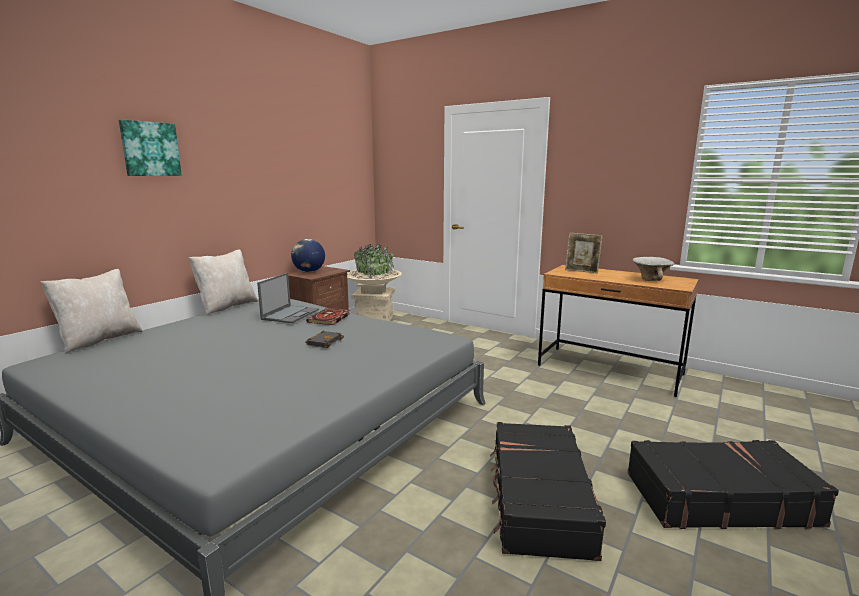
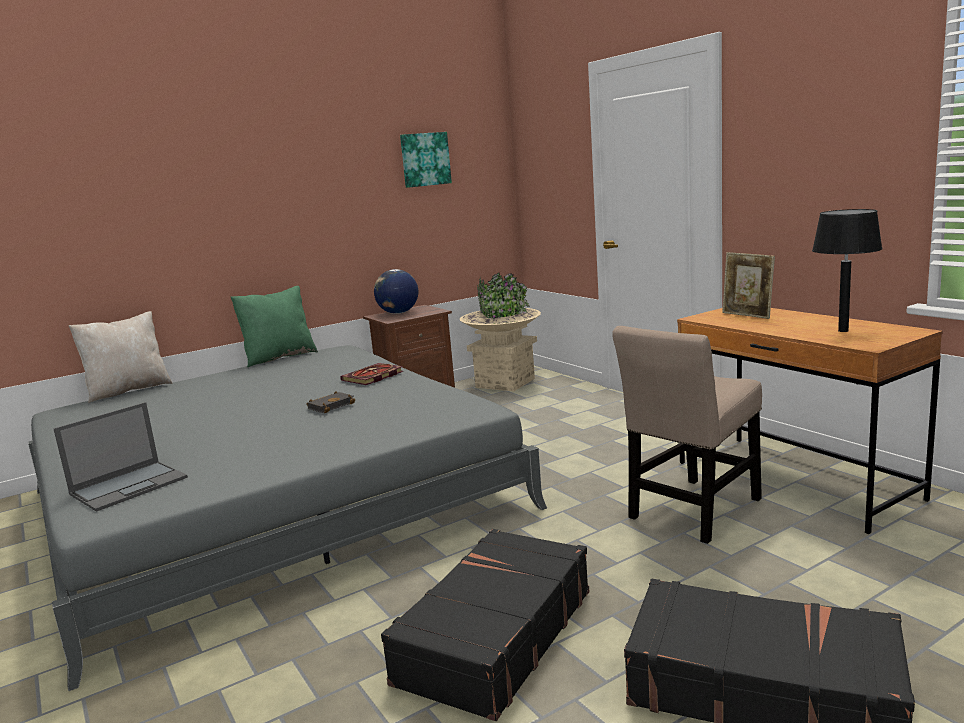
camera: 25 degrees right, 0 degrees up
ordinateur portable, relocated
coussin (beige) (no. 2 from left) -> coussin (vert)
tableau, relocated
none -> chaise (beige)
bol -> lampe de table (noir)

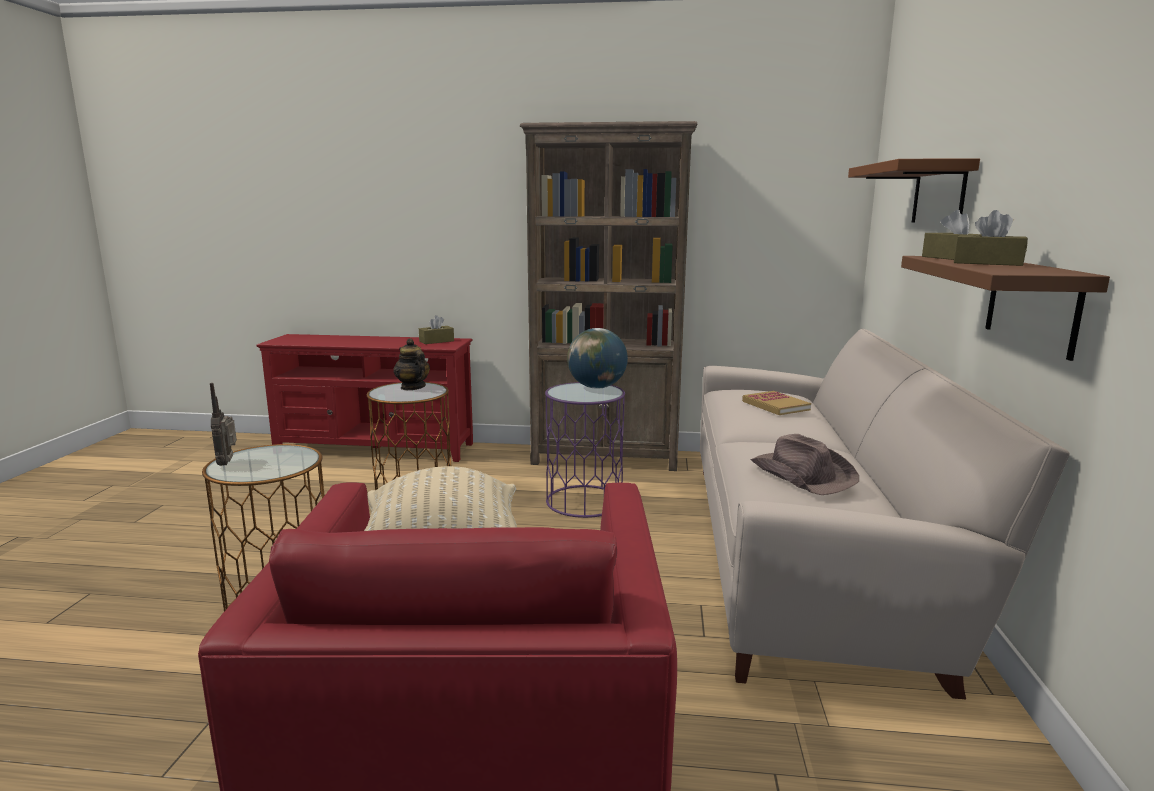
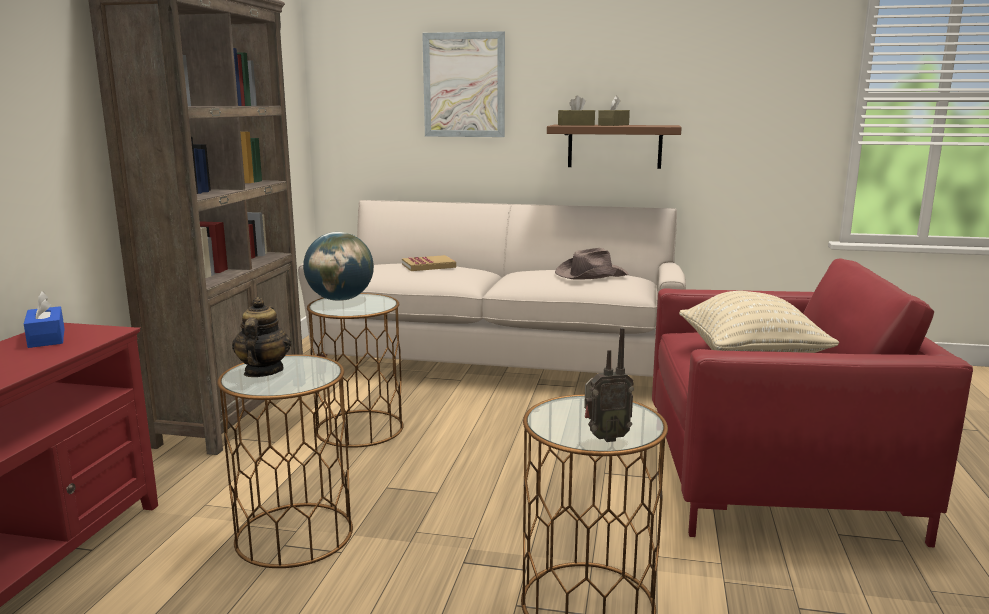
camera: 85 degrees left, 0 degrees up
boîte à mouchoirs (marron) (no. 1 from left) -> boîte à mouchoirs (bleu)
théière, 120 degrees clockwise
table d'appoint (violet) -> table d'appoint (marron) (no. 2 from left)
étagère (marron) (no. 1 from left) -> tableau

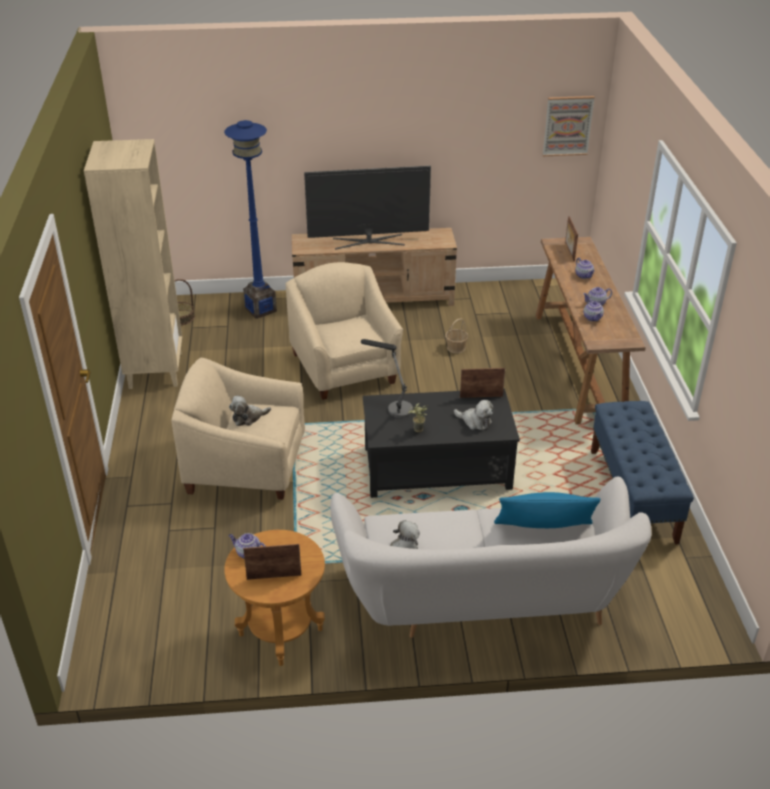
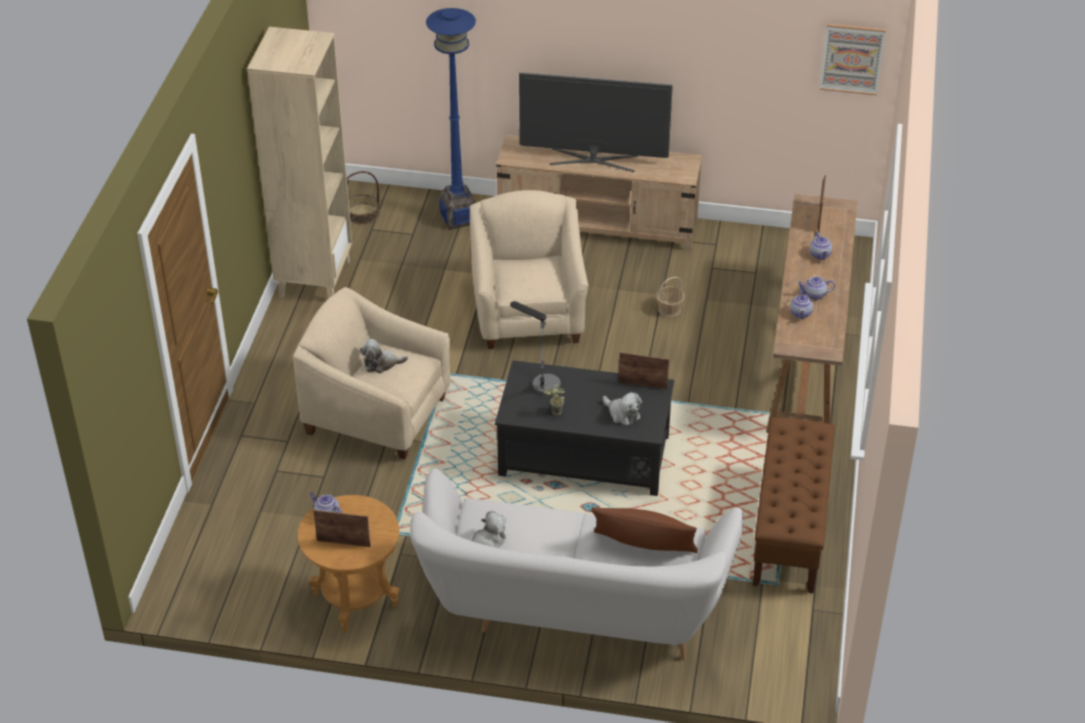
camera: 15 degrees right, 5 degrees up
coussin (bleu) -> coussin (marron)
banc (bleu) -> banc (marron)

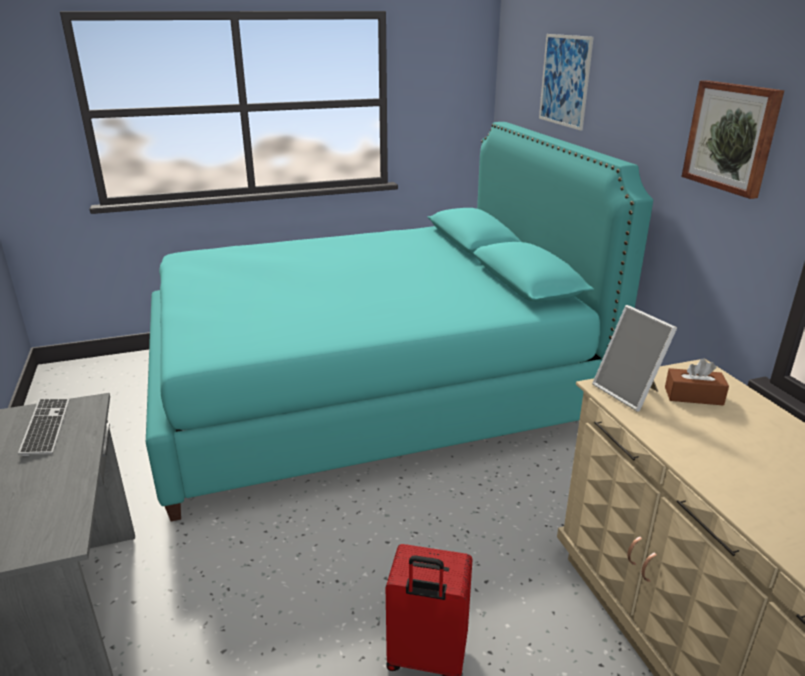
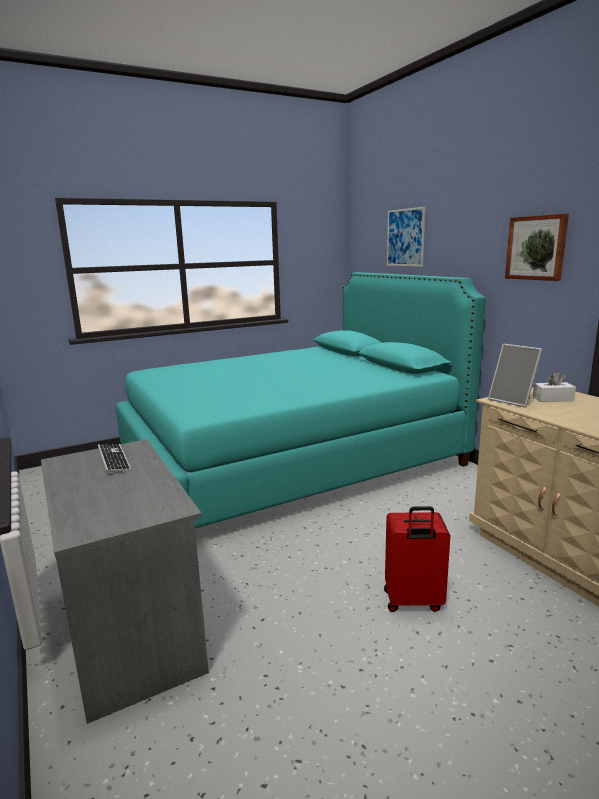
camera: 10 degrees left, 10 degrees down
boîte à mouchoirs (marron) -> boîte à mouchoirs (blanc)

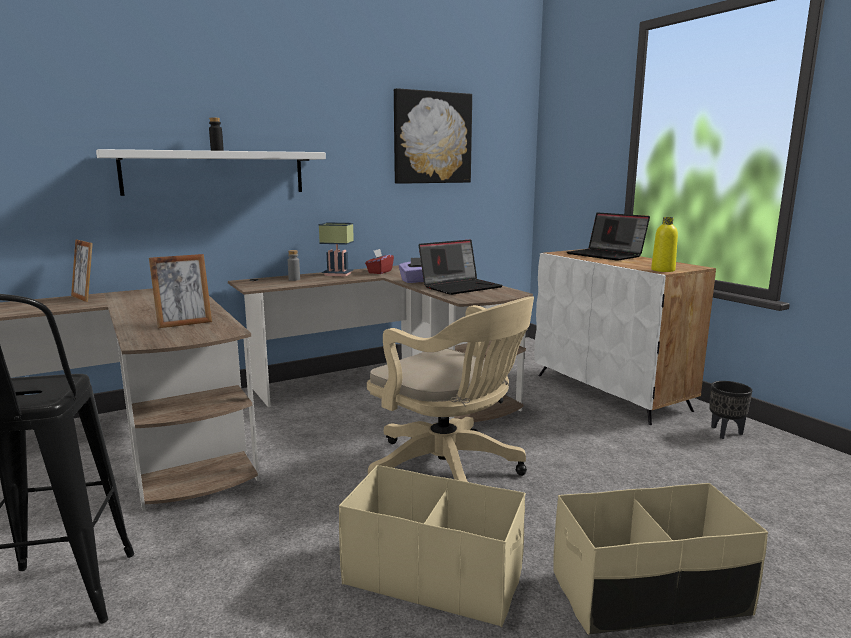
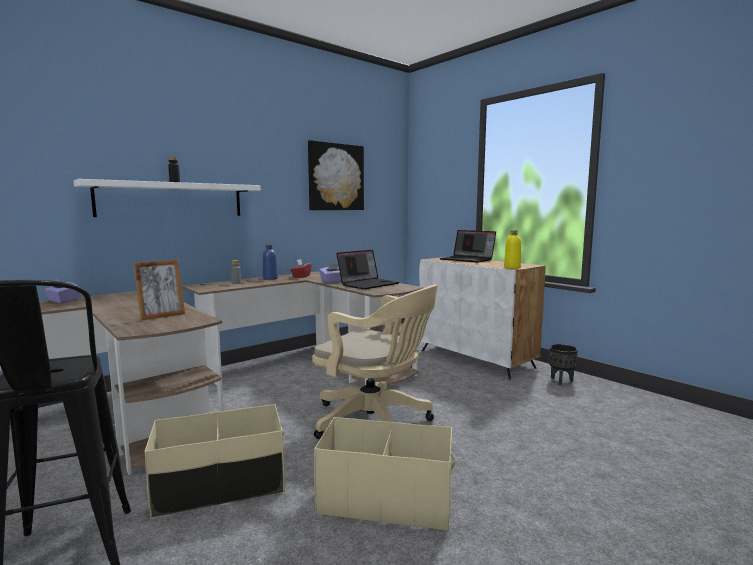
camera: 10 degrees left, 5 degrees down
cadre photo (no. 1 from left) -> boîte à mouchoirs (violet) (no. 1 from left)
boîte de rangement (beige) (no. 2 from left in the first image) -> boîte de rangement (beige) (no. 1 from left), relocated
lampe de table -> bouteille (bleu)

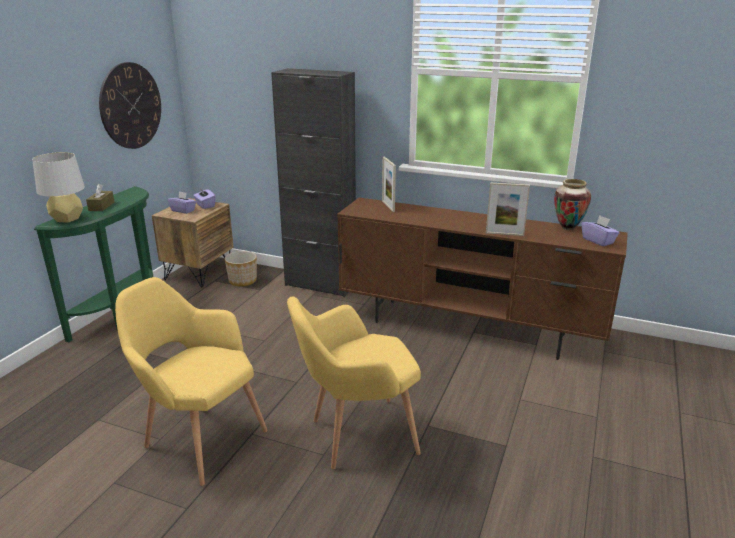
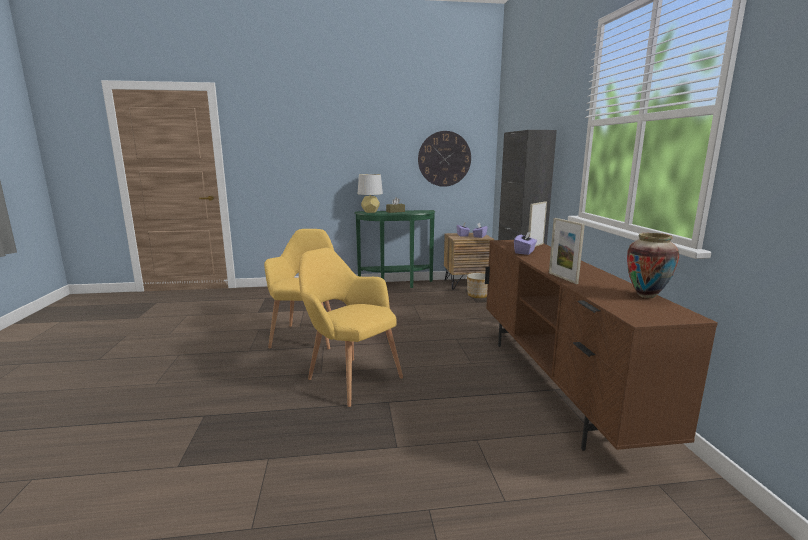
camera: 60 degrees right, 10 degrees down
boîte à mouchoirs (violet) (no. 3 from left), relocated

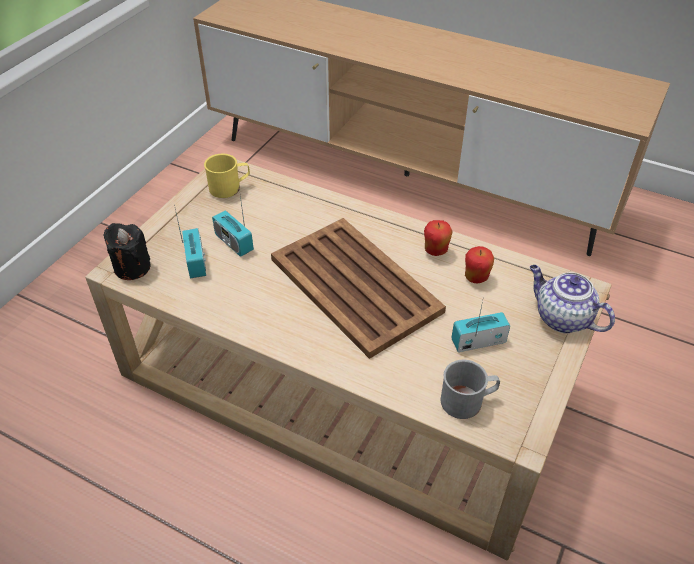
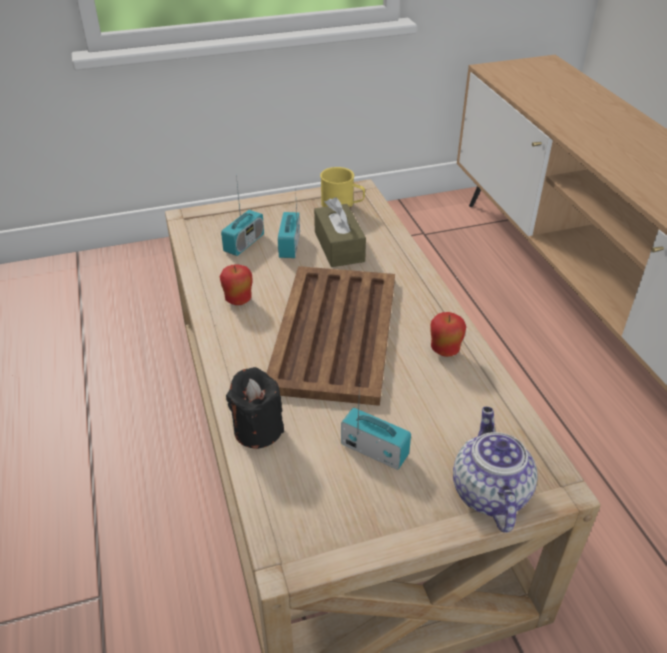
camera: 45 degrees right, 5 degrees down
pomme (no. 2 from left in the first image) -> pomme (no. 1 from left), relocated
bougie (noir), relocated
none -> boîte à mouchoirs (marron)
mug (gris) -> none

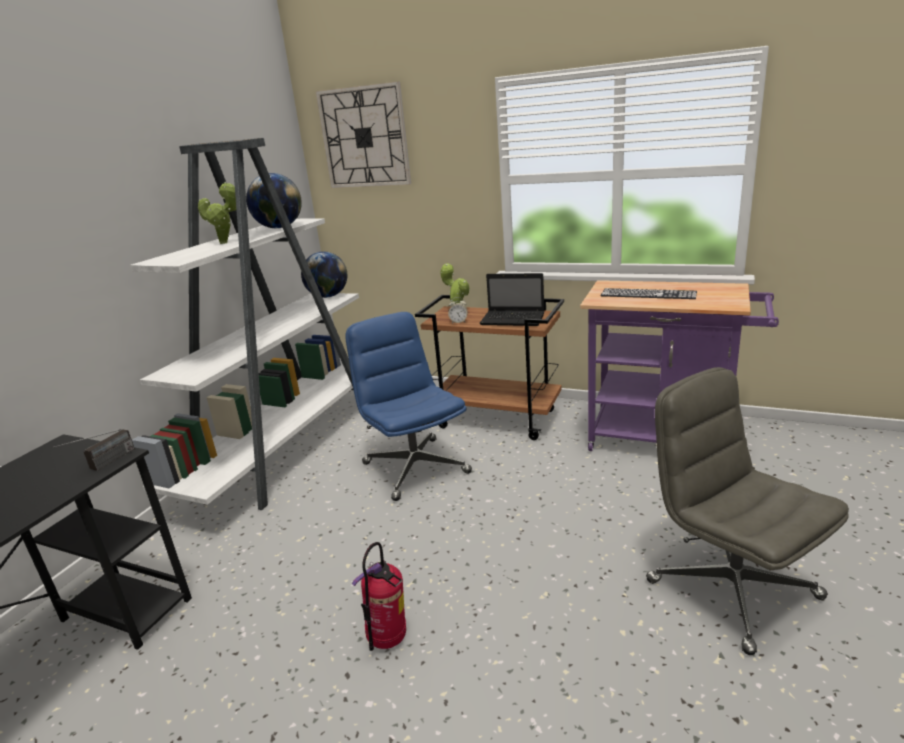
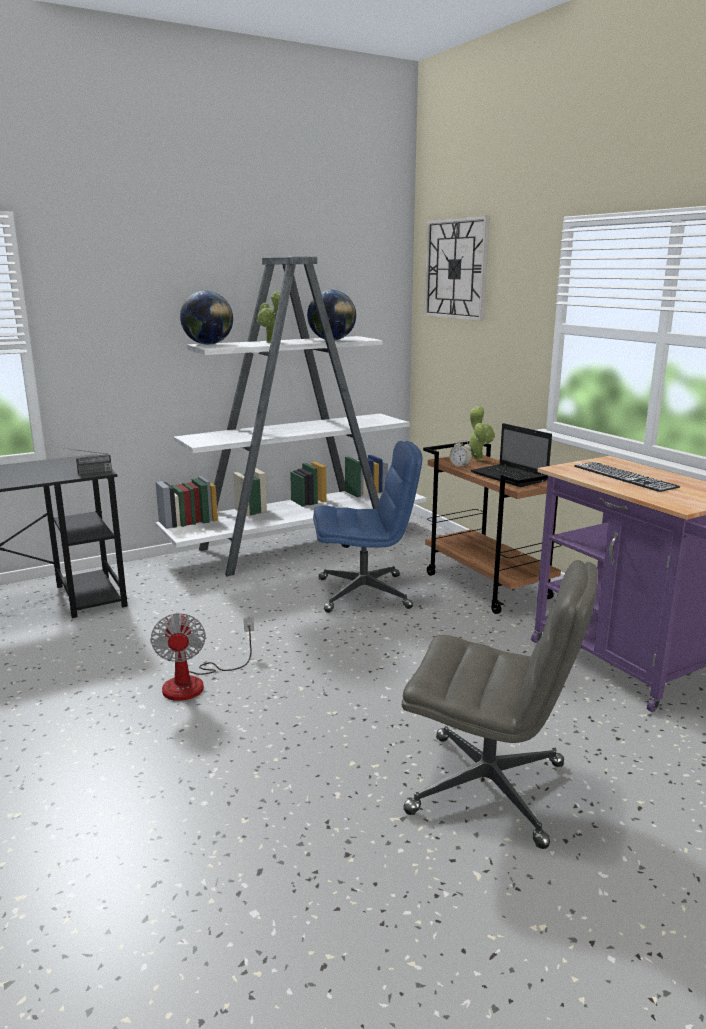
camera: 35 degrees right, 5 degrees down
extincteur -> ventilateur
globe (no. 2 from left in the first image) -> globe (no. 1 from left), relocated
chaise de bureau (bleu), 75 degrees clockwise
chaise de bureau (gris), 105 degrees clockwise

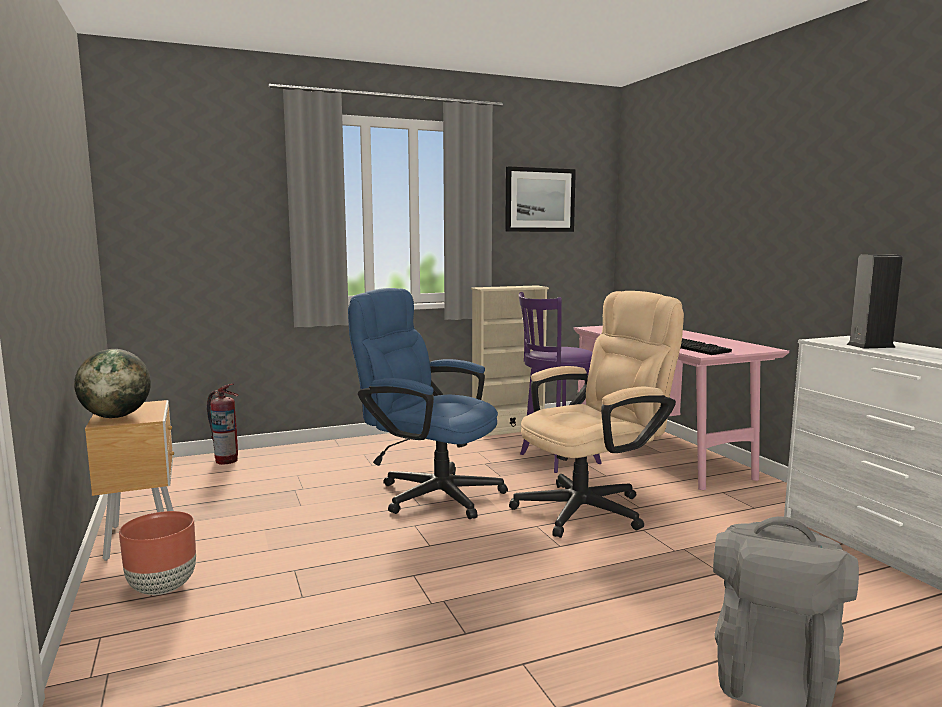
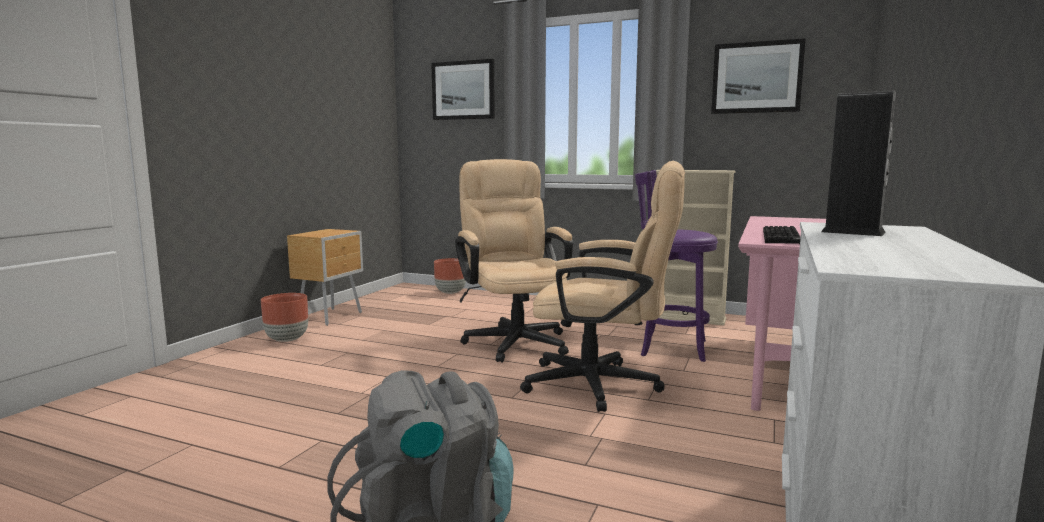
camera: 45 degrees right, 0 degrees up
none -> tableau (no. 1 from left)
extincteur -> cache-pot (marron) (no. 2 from left)
chaise de bureau (bleu) -> chaise de bureau (beige) (no. 1 from left)
globe -> none

